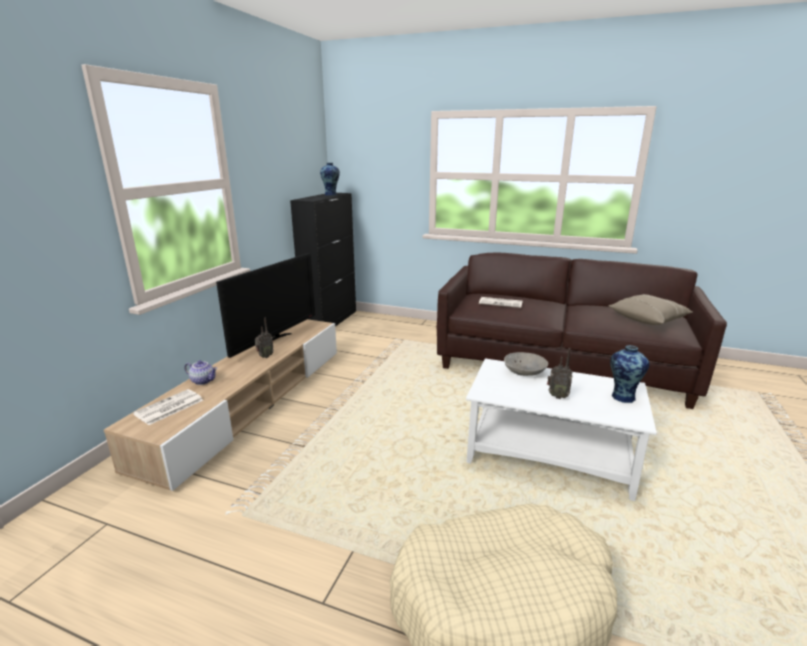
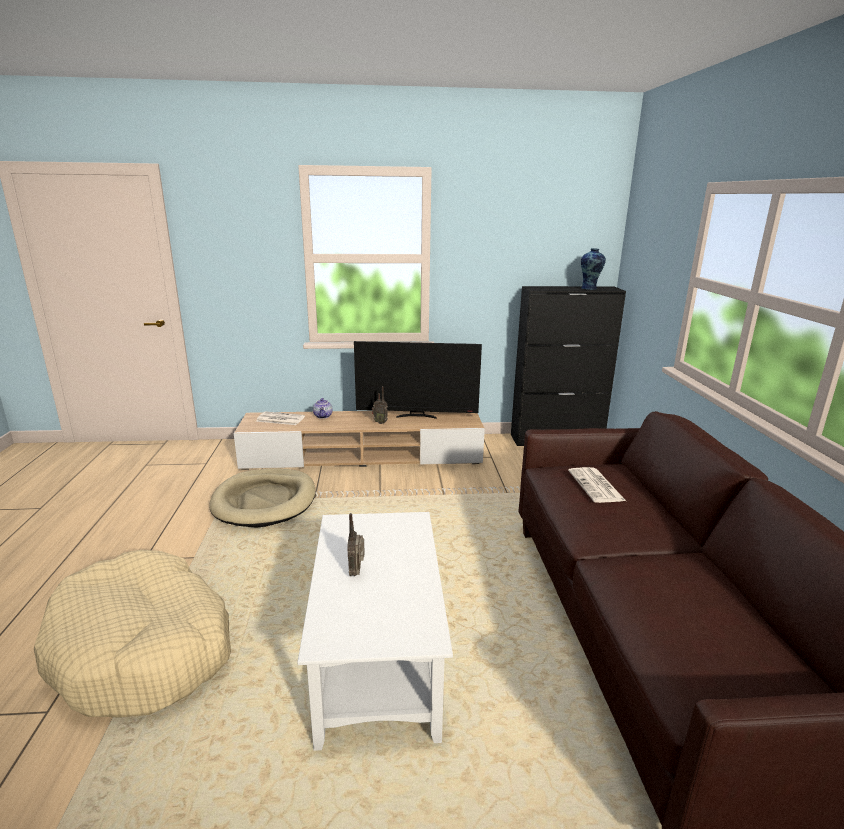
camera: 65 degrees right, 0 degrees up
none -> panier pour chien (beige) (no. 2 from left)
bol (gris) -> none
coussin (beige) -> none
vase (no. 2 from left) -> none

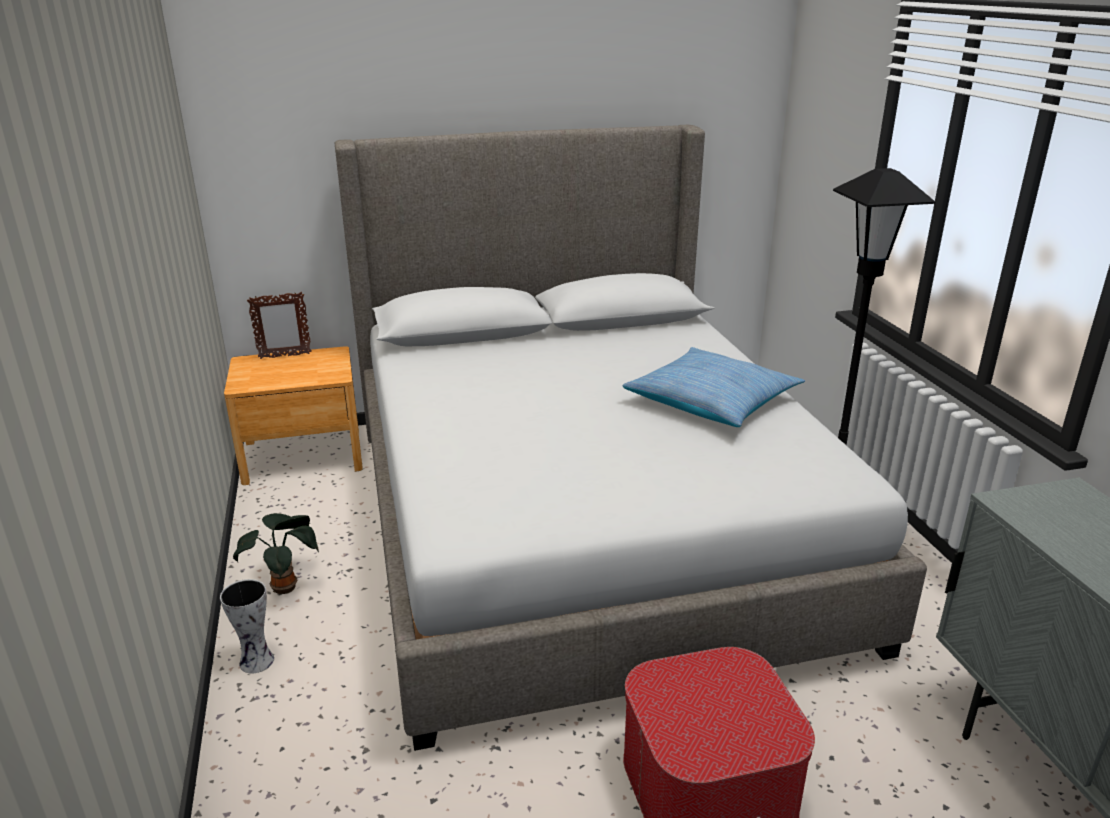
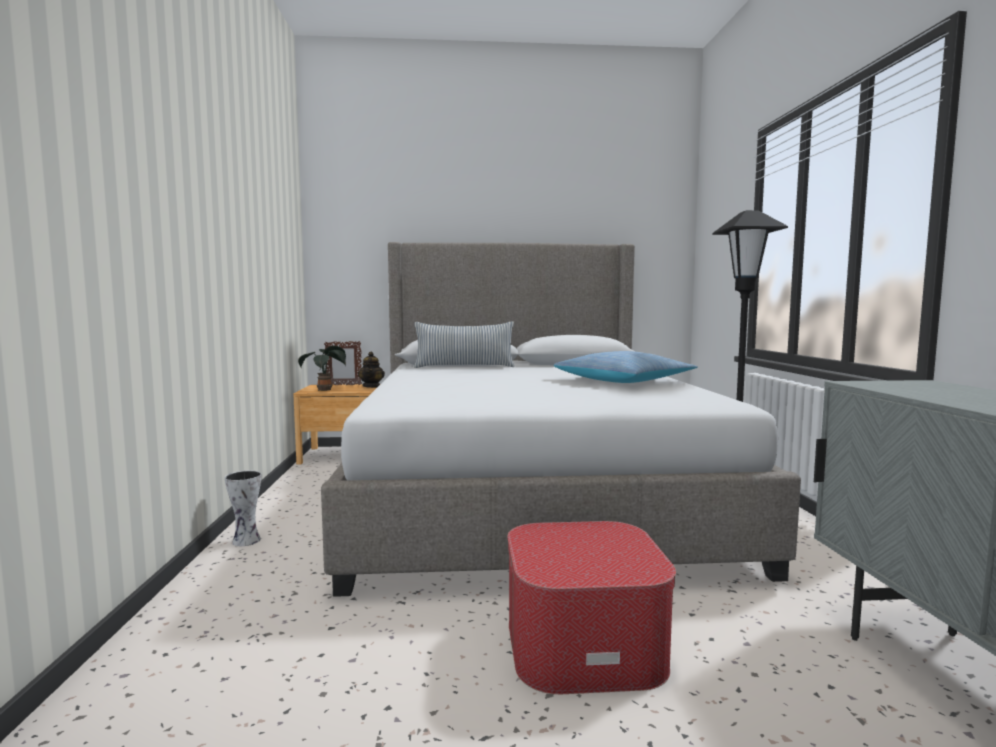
camera: 10 degrees right, 20 degrees down
plante en pot, relocated
none -> théière
none -> coussin (no. 1 from left)

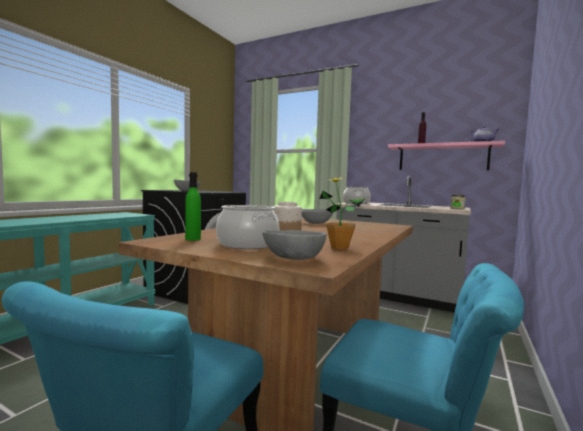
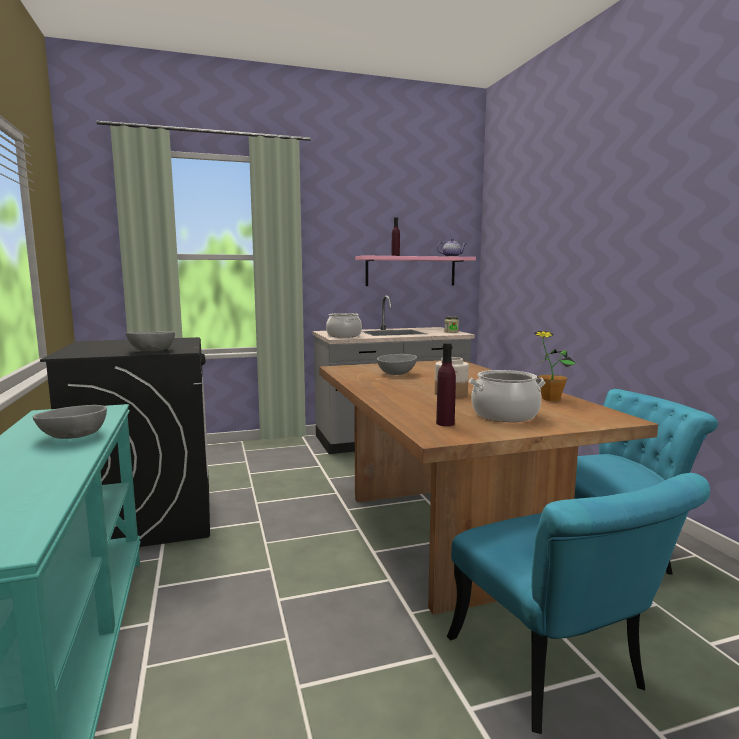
camera: 45 degrees left, 5 degrees up
bol (gris) (no. 2 from left in the first image) -> bol (gris) (no. 1 from left), relocated
bouteille (vert) -> bouteille (violet) (no. 2 from left)

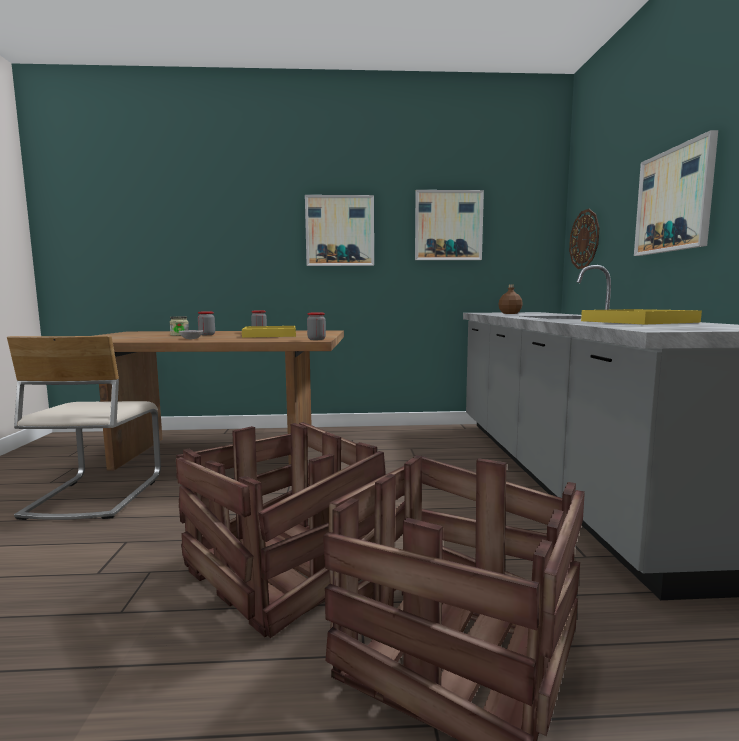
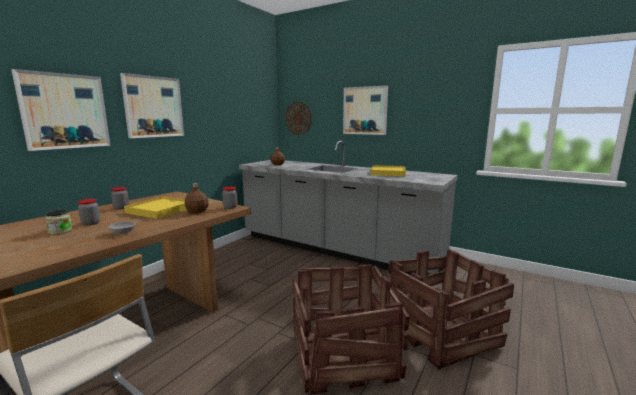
camera: 55 degrees left, 5 degrees up
tableau (no. 2 from left in the first image) -> tableau (no. 1 from left), relocated
none -> bouteille (marron) (no. 1 from left)

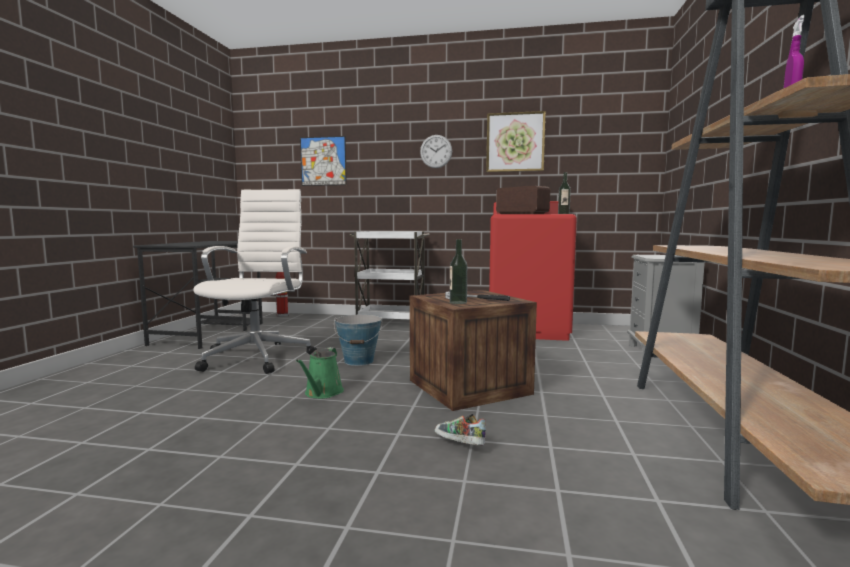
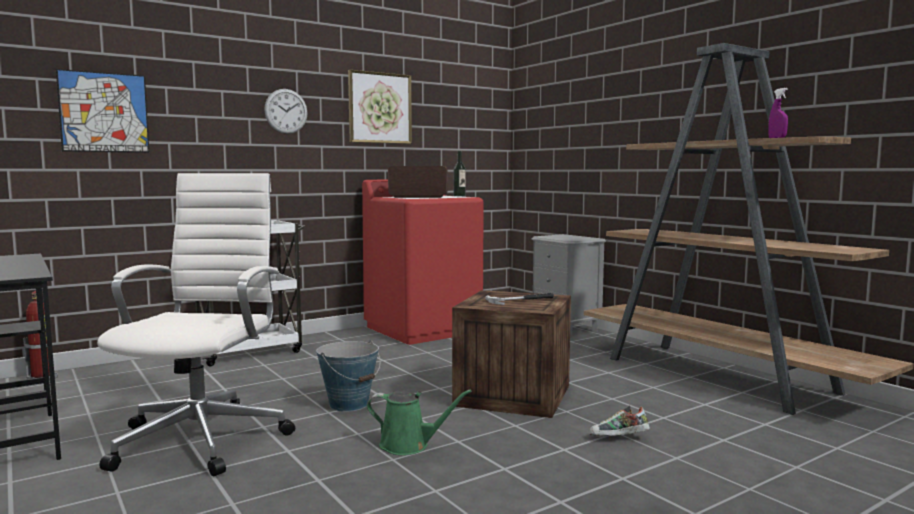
camera: 45 degrees left, 0 degrees up
chaise de bureau (blanc), 45 degrees clockwise
arrosoir (vert), 45 degrees counterclockwise
bouteille (no. 1 from left) -> none

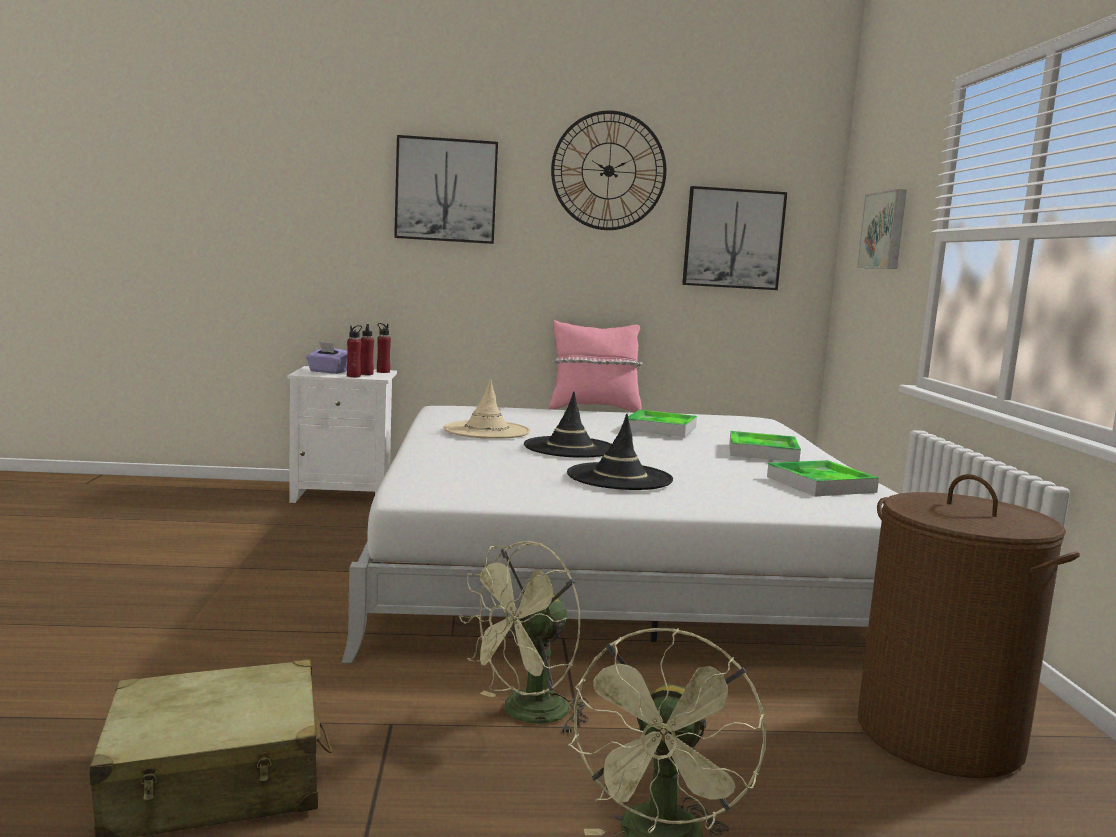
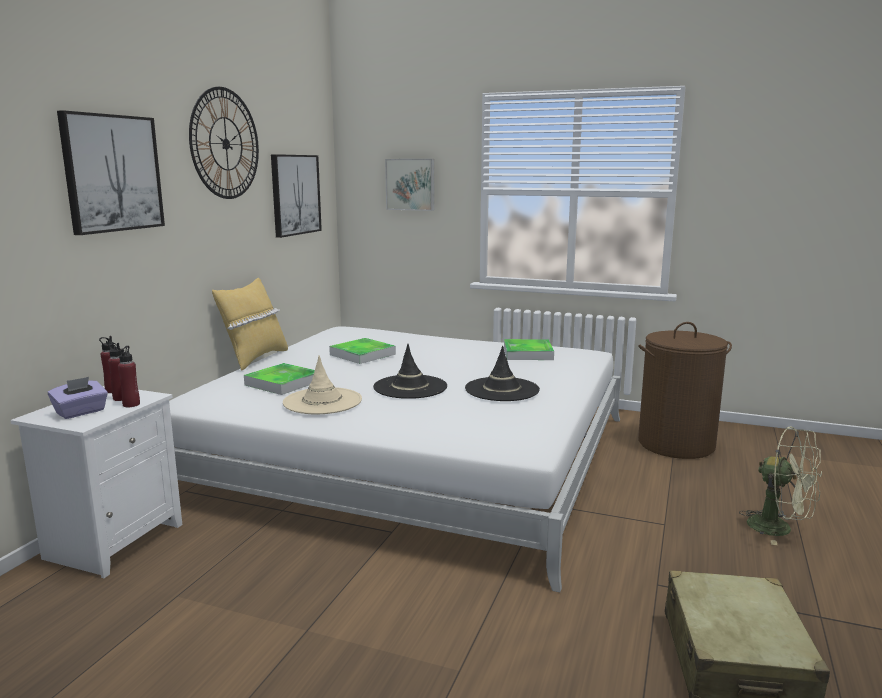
camera: 65 degrees left, 5 degrees up
coussin (rose) -> coussin (jaune)
plateau (no. 2 from left in the first image) -> plateau (no. 1 from left), relocated
ventilateur (vert) (no. 1 from left) -> none

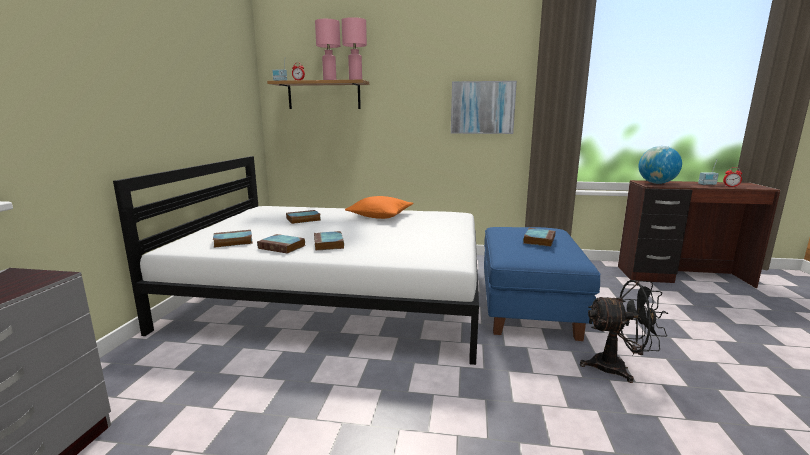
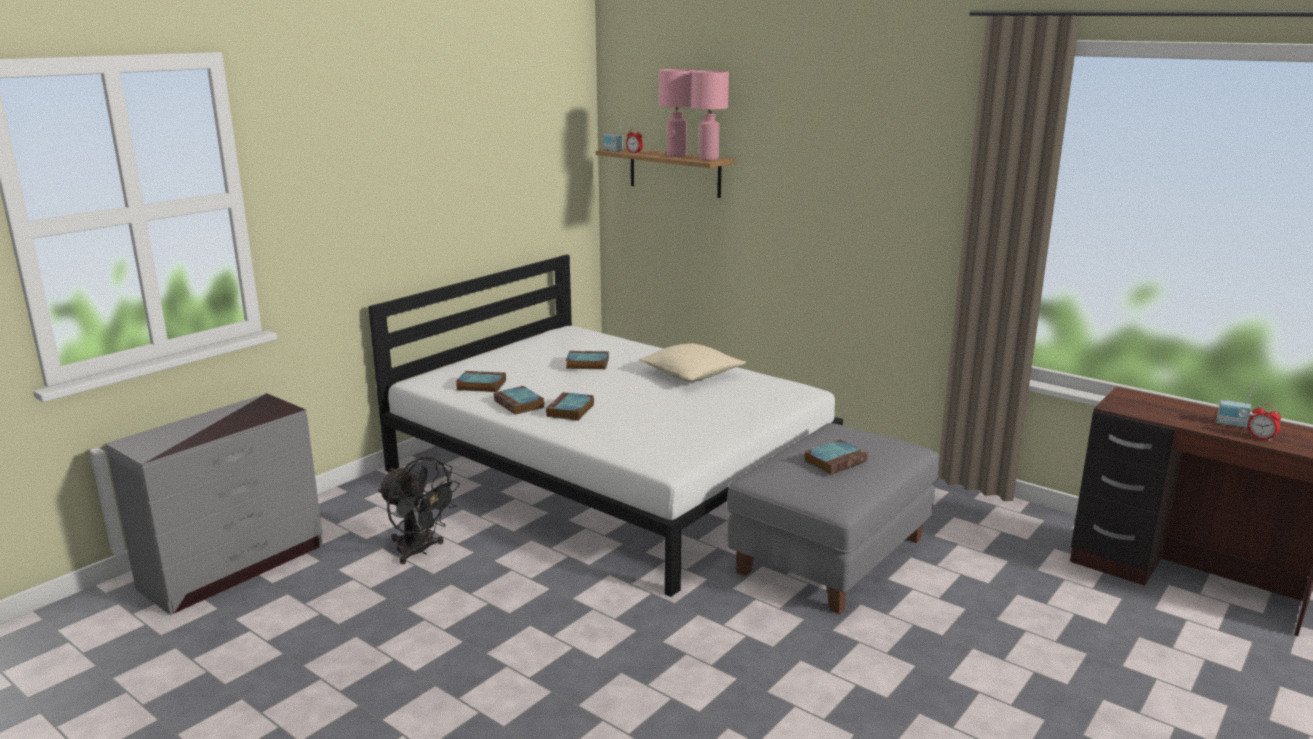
camera: 30 degrees right, 5 degrees up
ventilateur (noir), relocated
coussin (orange) -> coussin (beige)
pouf (bleu) -> pouf (gris)
tableau -> none
globe -> none

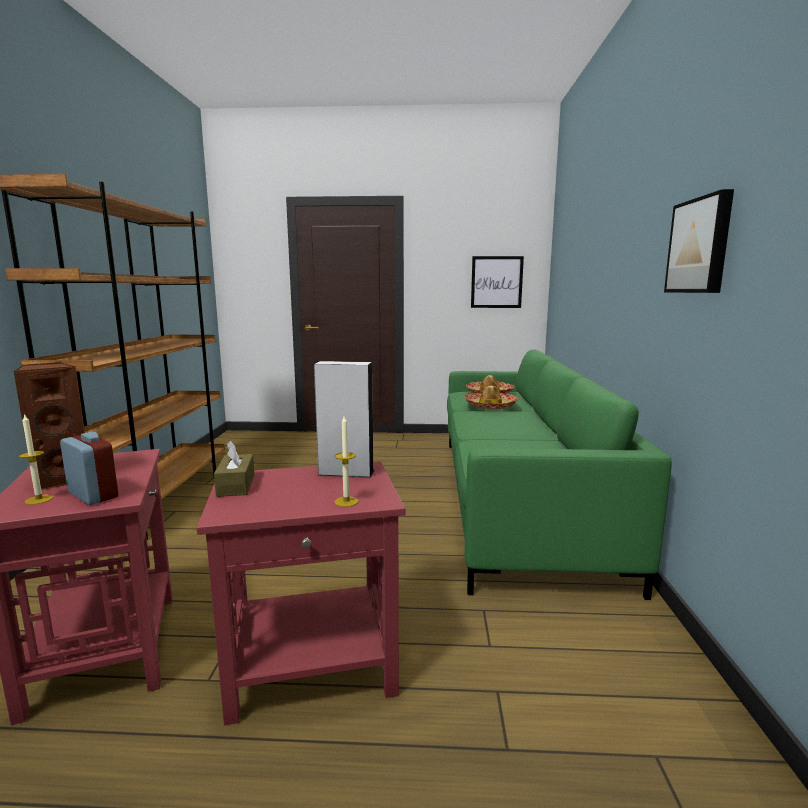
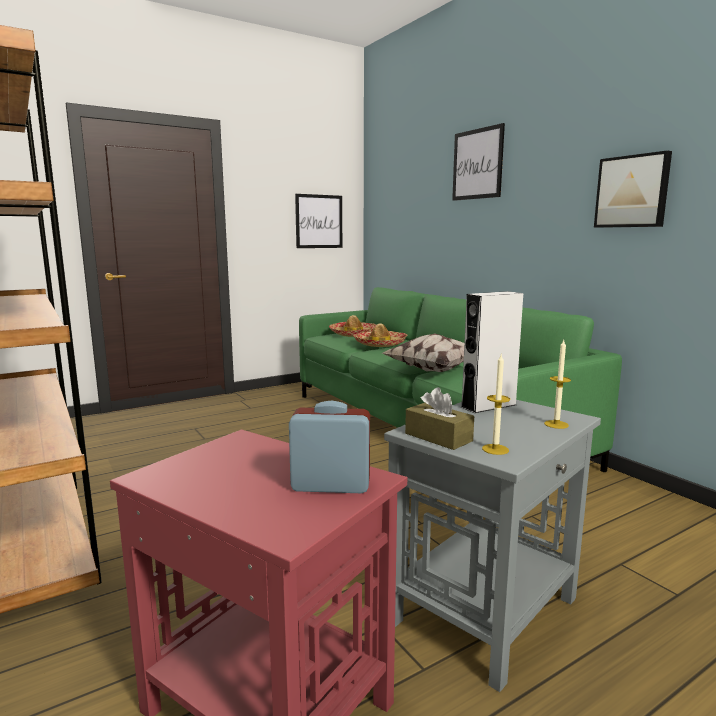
camera: 35 degrees left, 0 degrees up
none -> coussin
table d'appoint (rouge) (no. 2 from left) -> table d'appoint (gris)
none -> tableau (no. 2 from left)
bougie (no. 1 from left), relocated
enceinte (marron) -> none

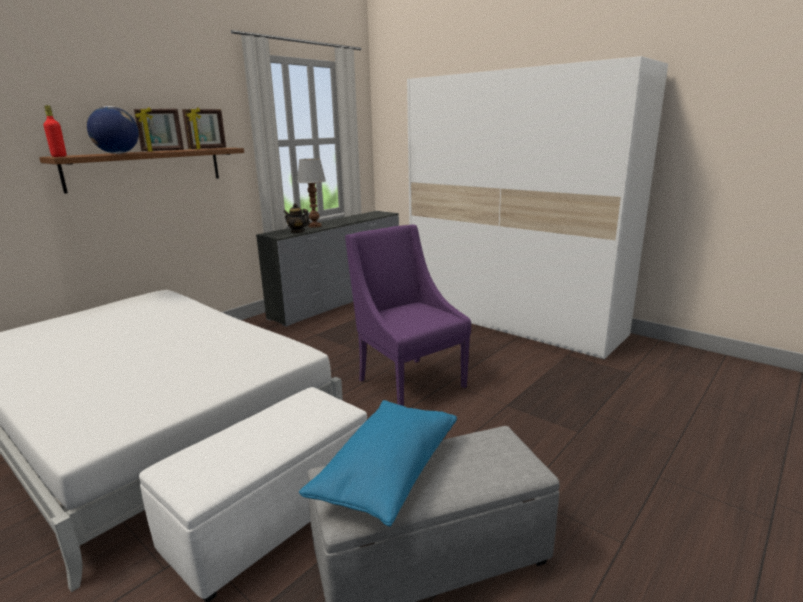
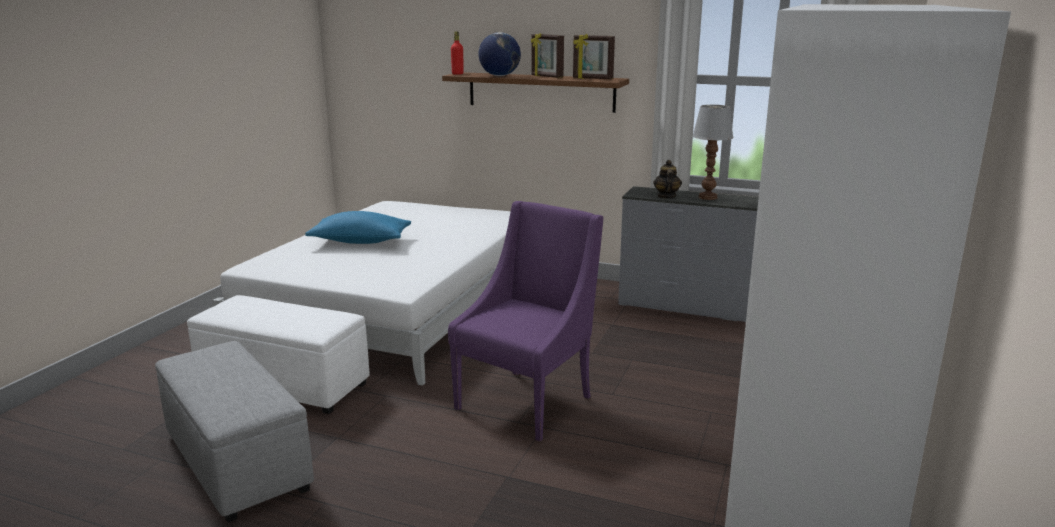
camera: 70 degrees right, 0 degrees up
coussin (bleu), relocated

